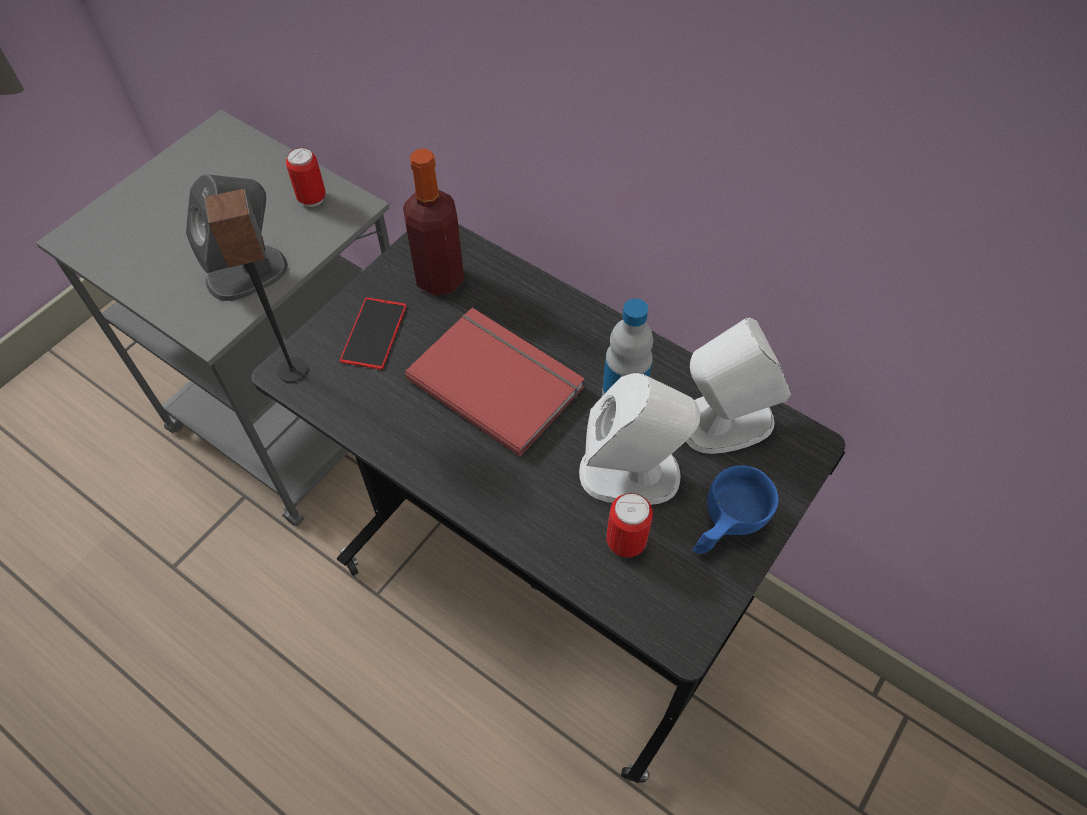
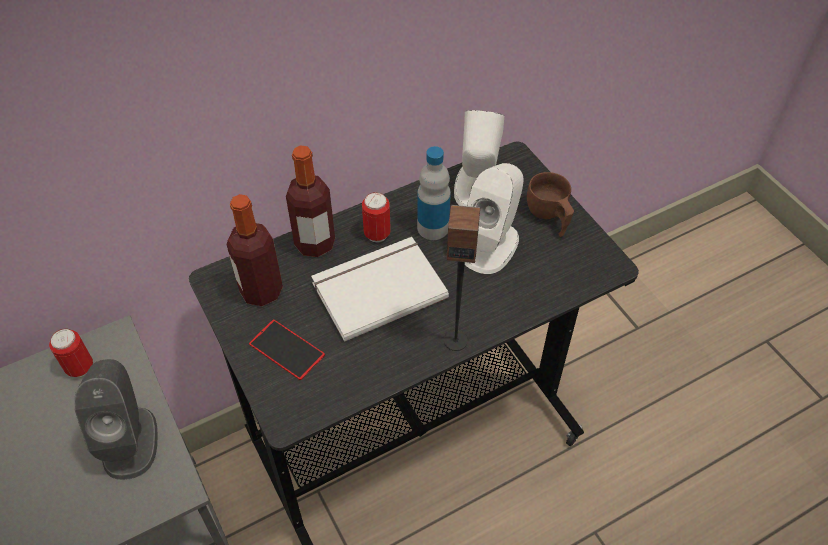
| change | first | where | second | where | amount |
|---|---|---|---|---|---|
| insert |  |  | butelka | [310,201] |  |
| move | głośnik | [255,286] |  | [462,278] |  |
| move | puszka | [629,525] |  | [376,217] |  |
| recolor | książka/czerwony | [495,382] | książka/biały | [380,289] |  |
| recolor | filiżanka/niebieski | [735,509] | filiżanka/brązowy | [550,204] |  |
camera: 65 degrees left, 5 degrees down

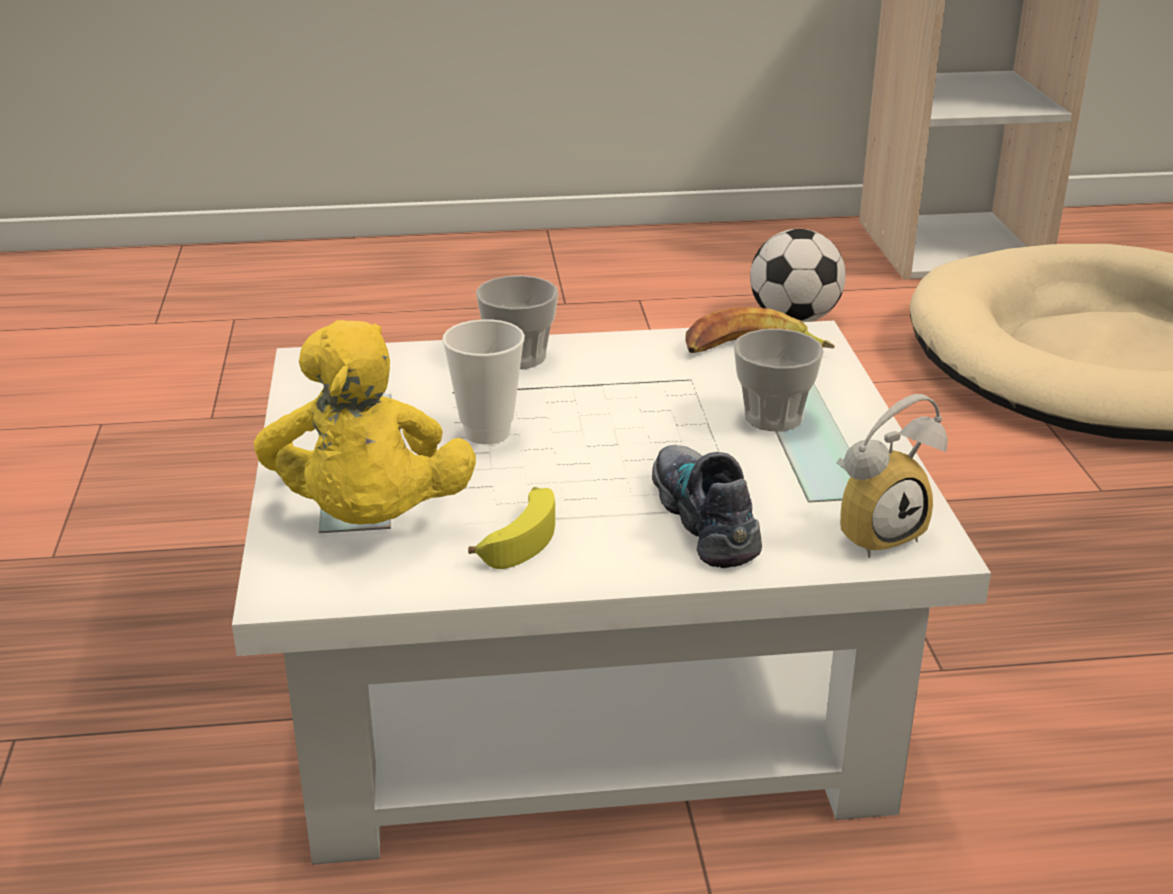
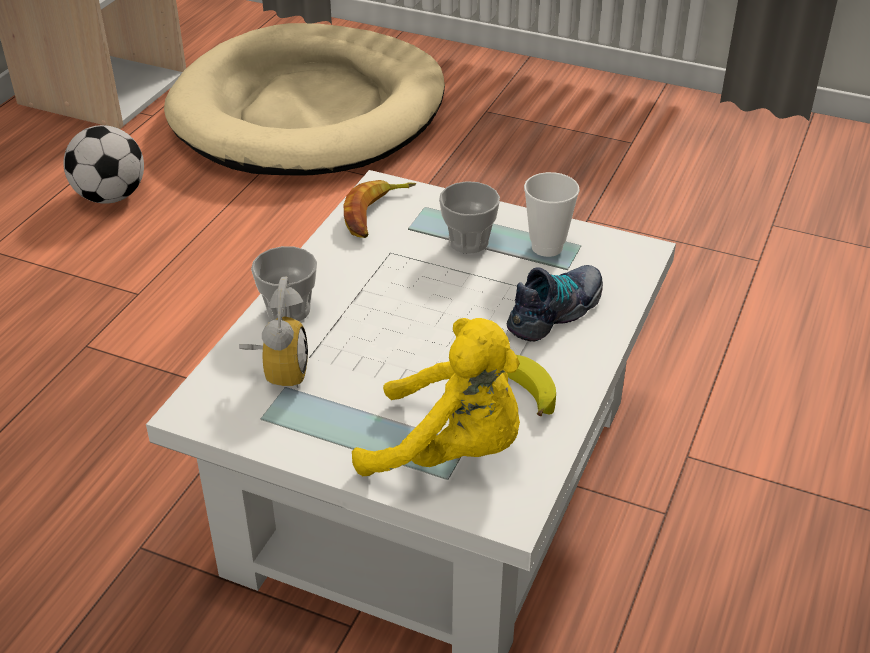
| change | first | where | second | where | amount |
|---|---|---|---|---|---|
| move | filiżanka | [483,381] |  | [552,214] |  |
| move | budzik | [892,476] |  | [273,332] |  |
| rotate | but | [707,506] |  | [555,303] | 120 degrees clockwise |
camera: 60 degrees left, 10 degrees up

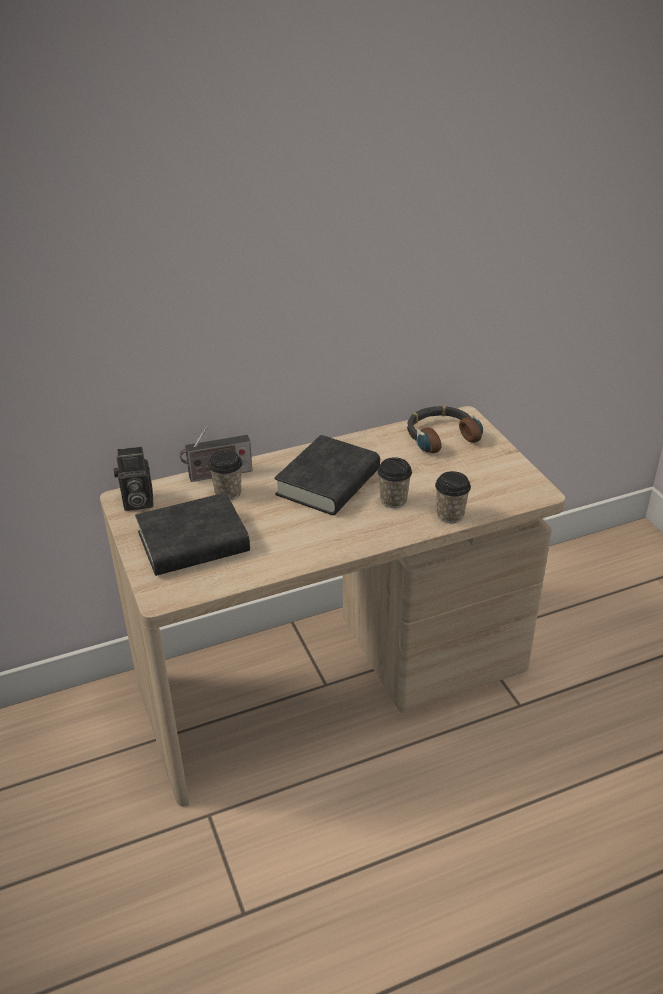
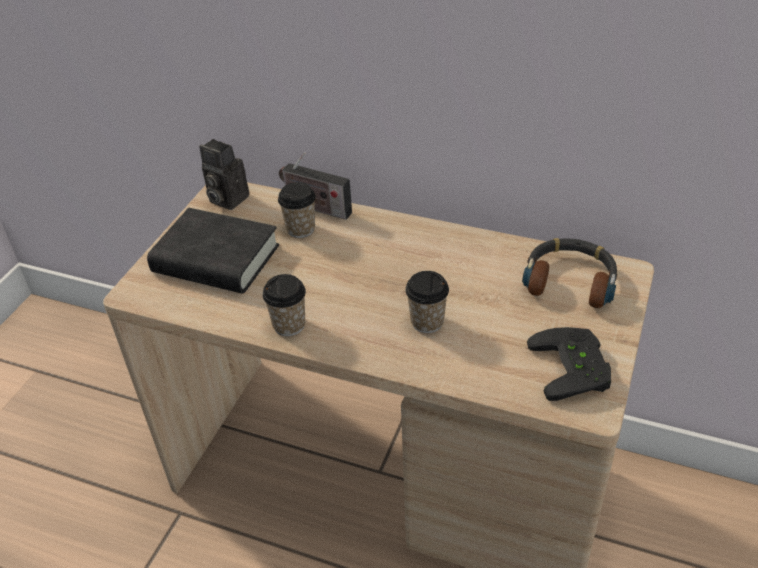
| change | first | where | second | where | amount |
|---|---|---|---|---|---|
| delete | książka/czarny | [327,475] |  |  |  |
| insert |  |  | pad do gier/czarny | [569,364] |  |
| move | filiżanka | [453,497] |  | [284,305] |  |
camera: 45 degrees right, 5 degrees up

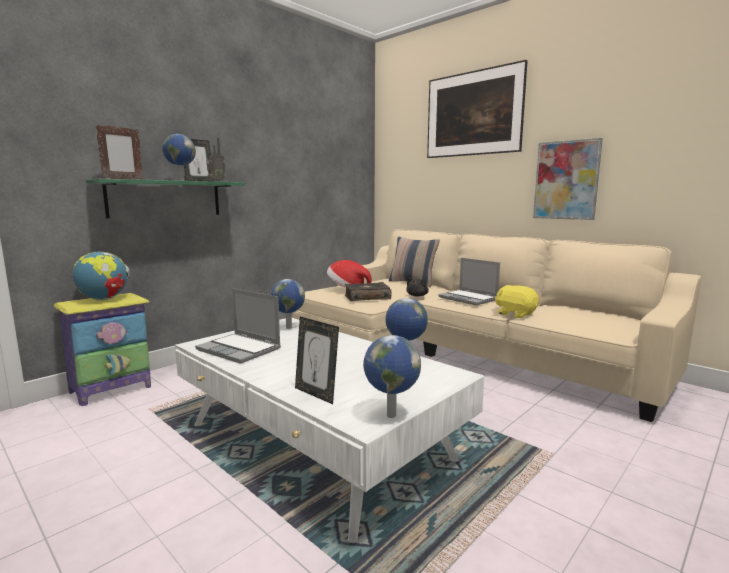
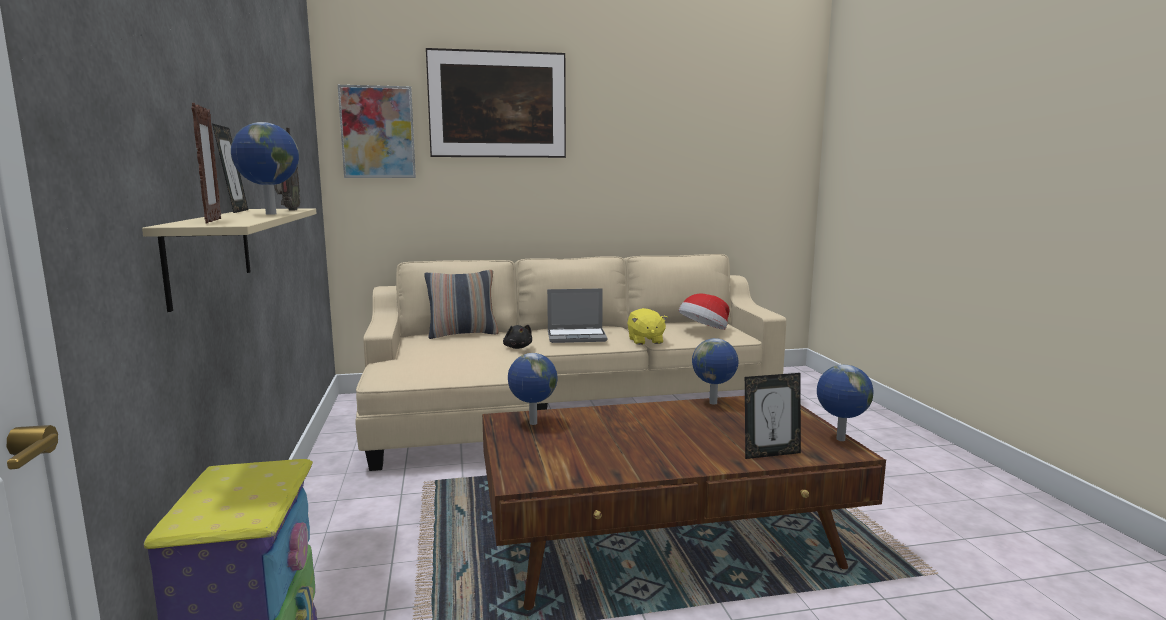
| change | first | where | second | where | amount |
|---|---|---|---|---|---|
| delete | globus | [101,276] |  |  |  |
| delete | laptop | [238,326] |  |  |  |
| delete | książka | [368,291] |  |  |  |
| move | kapelusz | [349,274] |  | [703,312] |  |
| move | obraz | [568,179] |  | [377,131] |  |
| recolor | półka/zielony | [165,198] | półka/beżowy | [229,260] |  |
| recolor | ława/biały | [329,430] | ława/brązowy | [684,503] |  |
| rotate | pluszak/żółty | [517,301] |  | [647,326] | 90 degrees counterclockwise |
camera: 55 degrees left, 0 degrees up

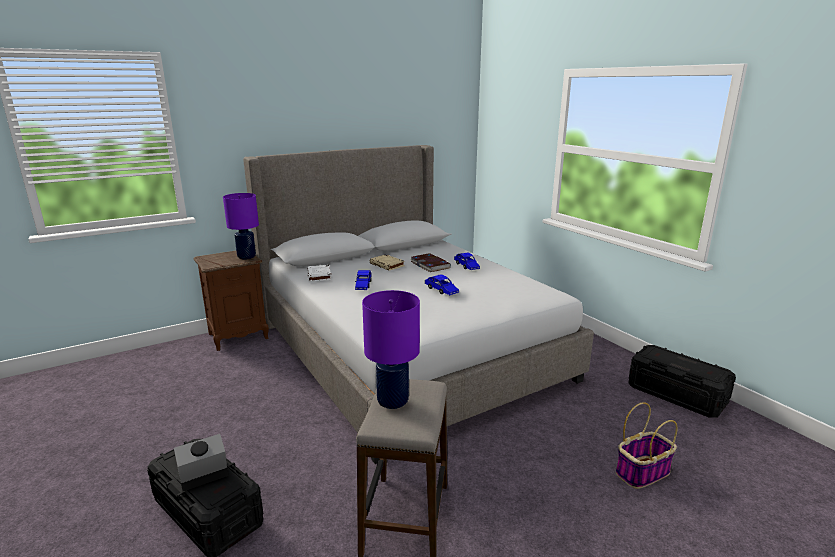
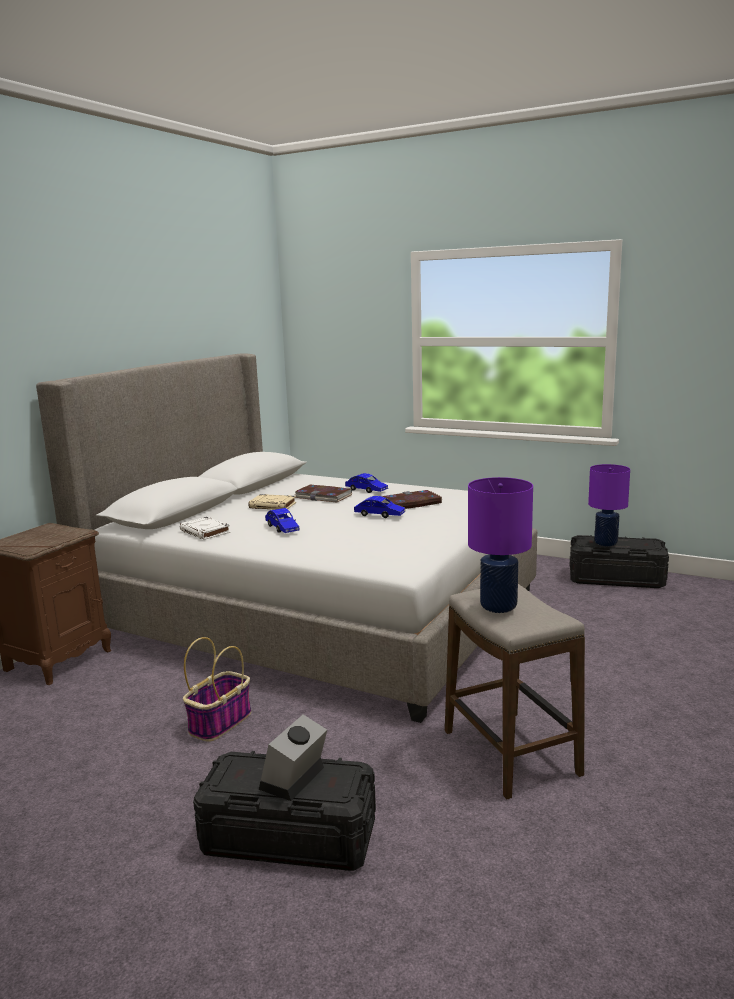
| change | first | where | second | where | amount |
|---|---|---|---|---|---|
| insert |  |  | książka | [412,499] |  |
| move | lampa stołowa/fioletowy | [241,226] |  | [609,505] |  |
| move | koszyk | [647,445] |  | [217,689] |  |
camera: 30 degrees left, 5 degrees down

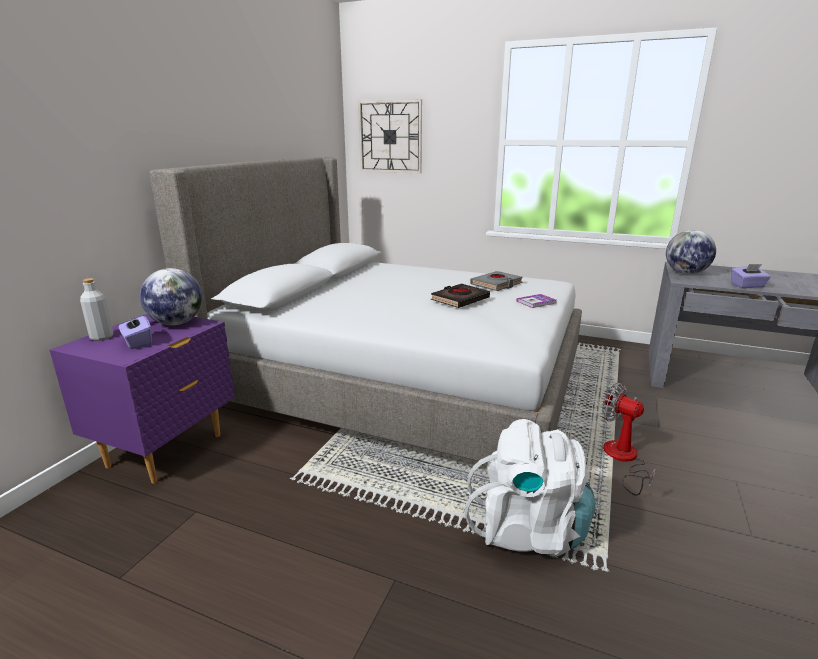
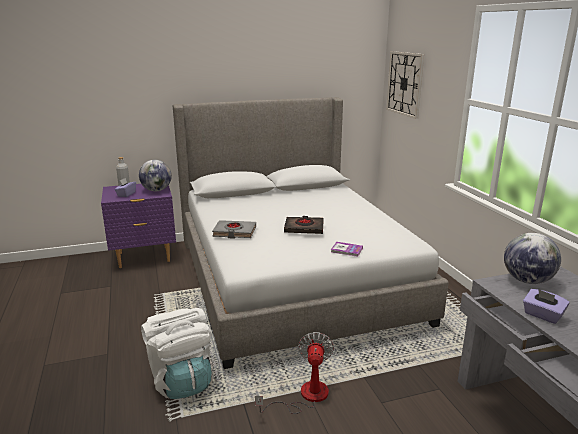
| change | first | where | second | where | amount |
|---|---|---|---|---|---|
| move | książka/szary | [496,281] |  | [234,229] |  |
camera: 50 degrees right, 0 degrees up

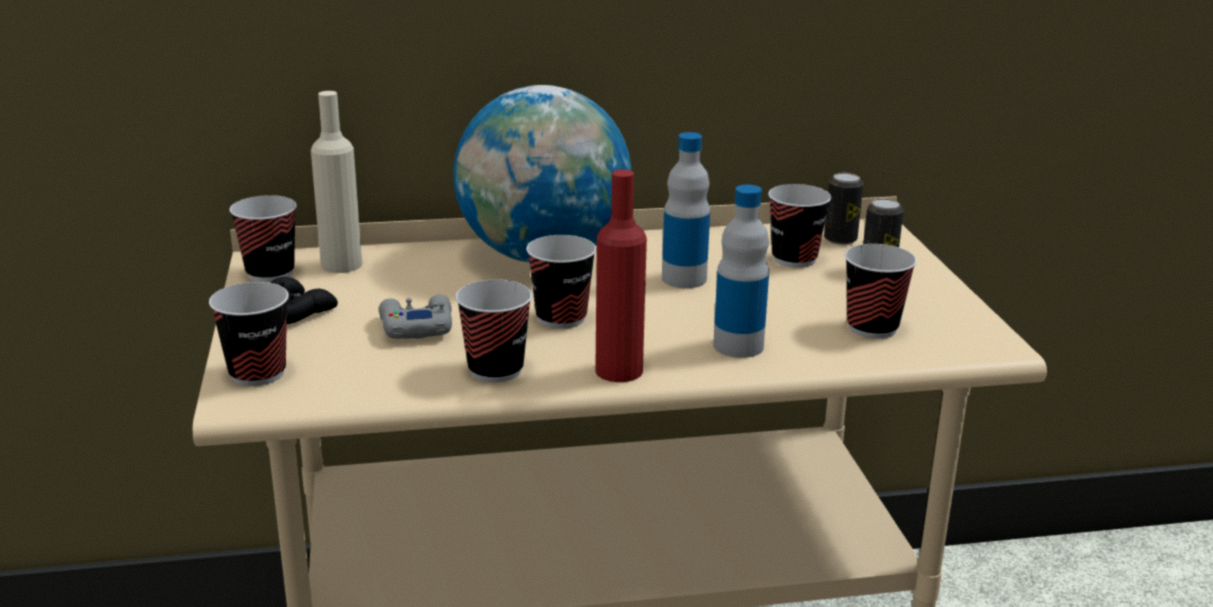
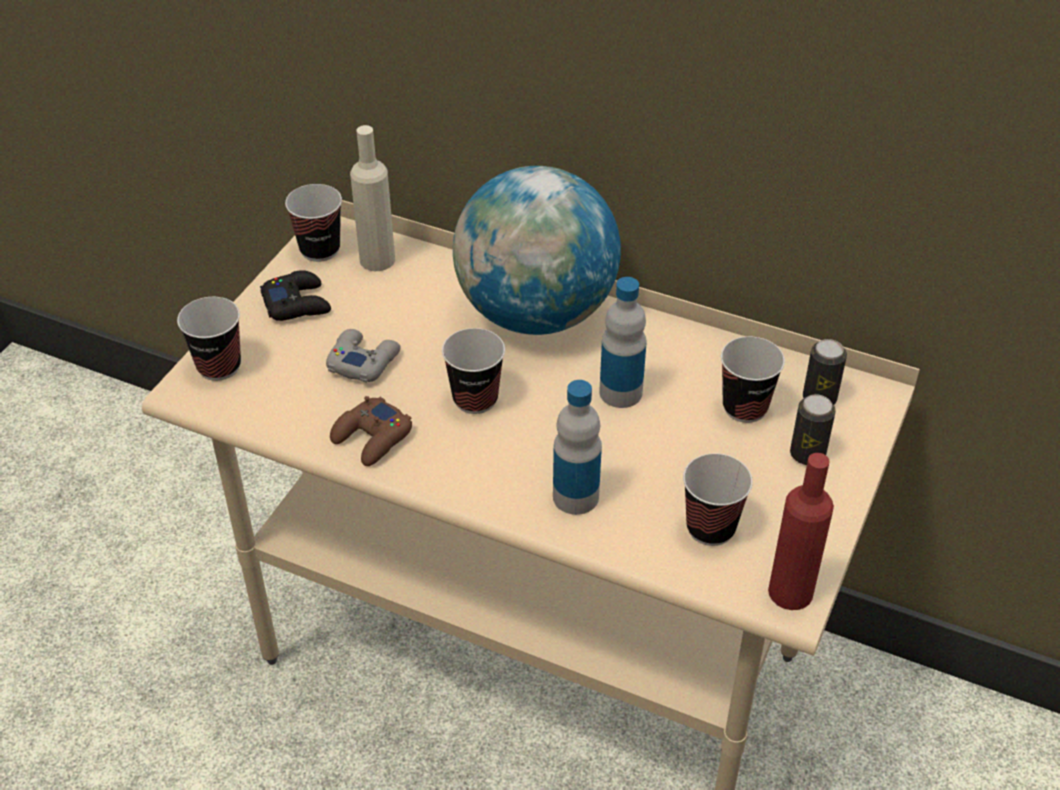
| change | first | where | second | where | amount |
|---|---|---|---|---|---|
| move | butelka/czerwony | [621,276] |  | [801,531] |  |
| replace | filiżanka | [494,331] | pad do gier/brązowy | [371,431] |  |
camera: 35 degrees right, 20 degrees up

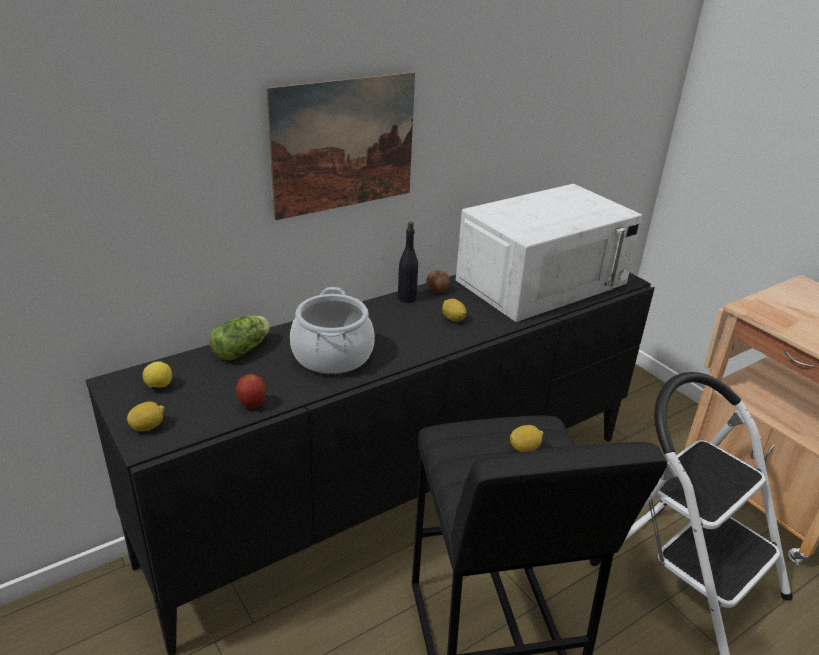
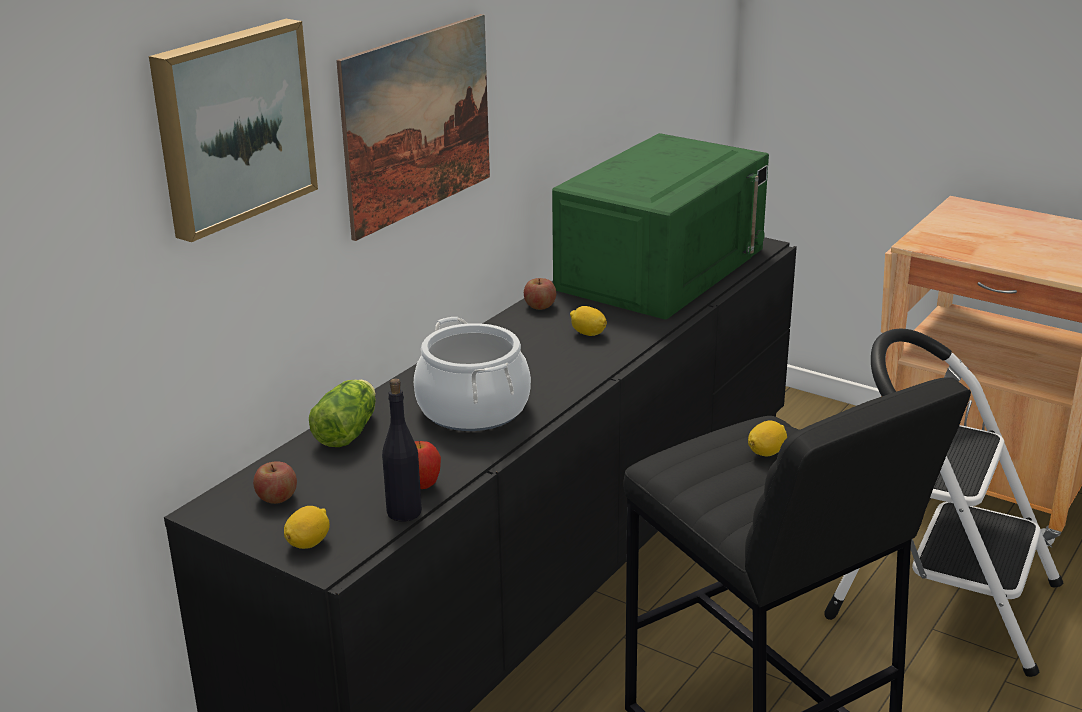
| change | first | where | second | where | amount |
|---|---|---|---|---|---|
| insert |  |  | obraz | [233,130] |  |
| move | butelka/czarny | [408,262] |  | [402,450] |  |
| replace | cytryna | [157,374] | jabłko | [275,482] |  |
| recolor | mikrofalówka/biały | [549,253] | mikrofalówka/zielony | [660,226] |  |
camera: 20 degrees left, 5 degrees down

